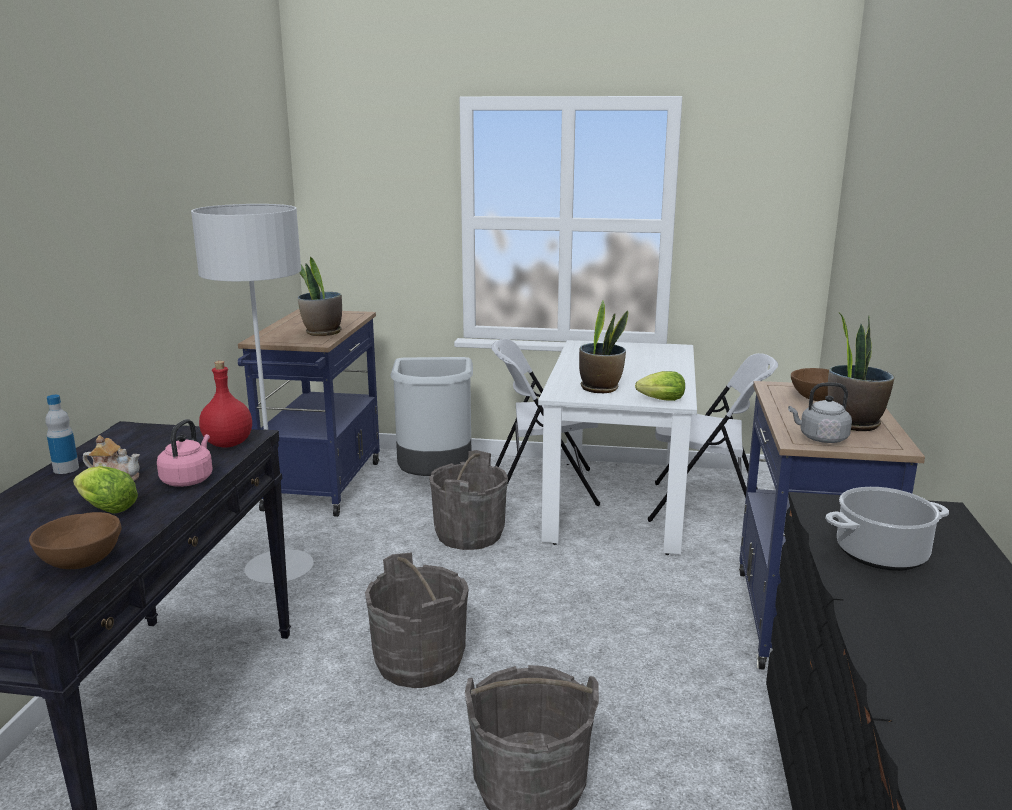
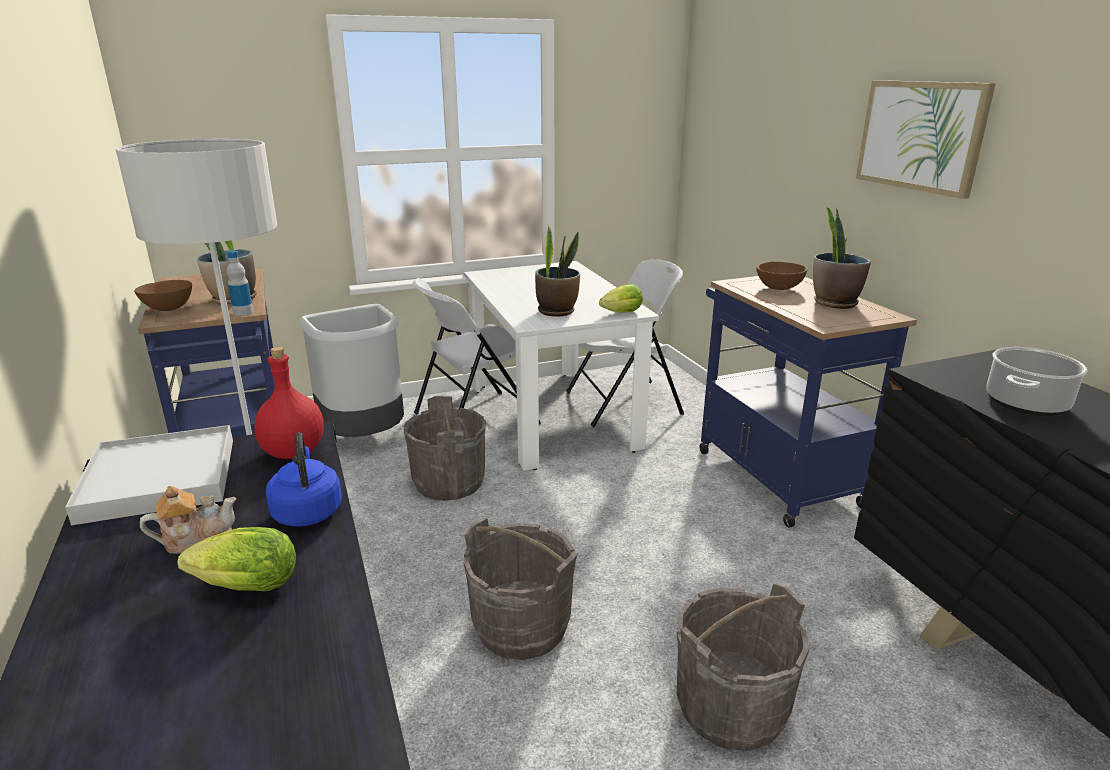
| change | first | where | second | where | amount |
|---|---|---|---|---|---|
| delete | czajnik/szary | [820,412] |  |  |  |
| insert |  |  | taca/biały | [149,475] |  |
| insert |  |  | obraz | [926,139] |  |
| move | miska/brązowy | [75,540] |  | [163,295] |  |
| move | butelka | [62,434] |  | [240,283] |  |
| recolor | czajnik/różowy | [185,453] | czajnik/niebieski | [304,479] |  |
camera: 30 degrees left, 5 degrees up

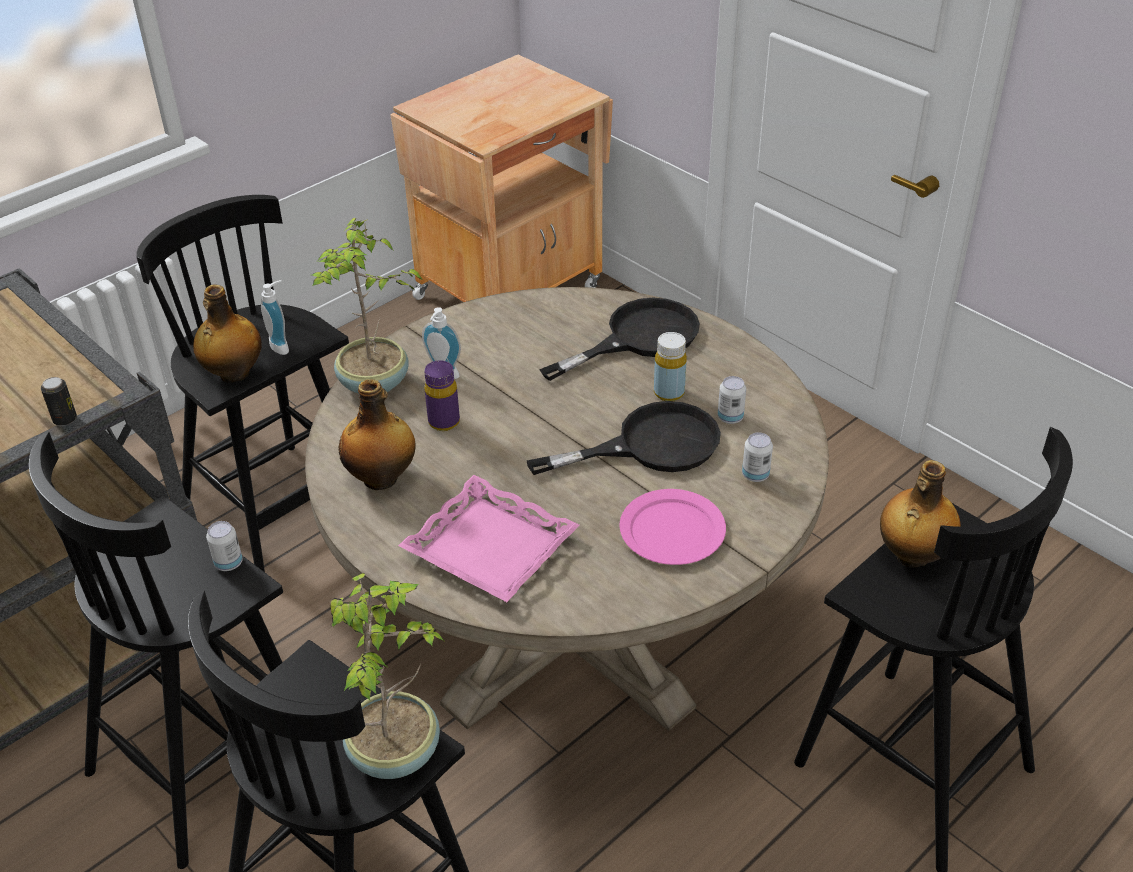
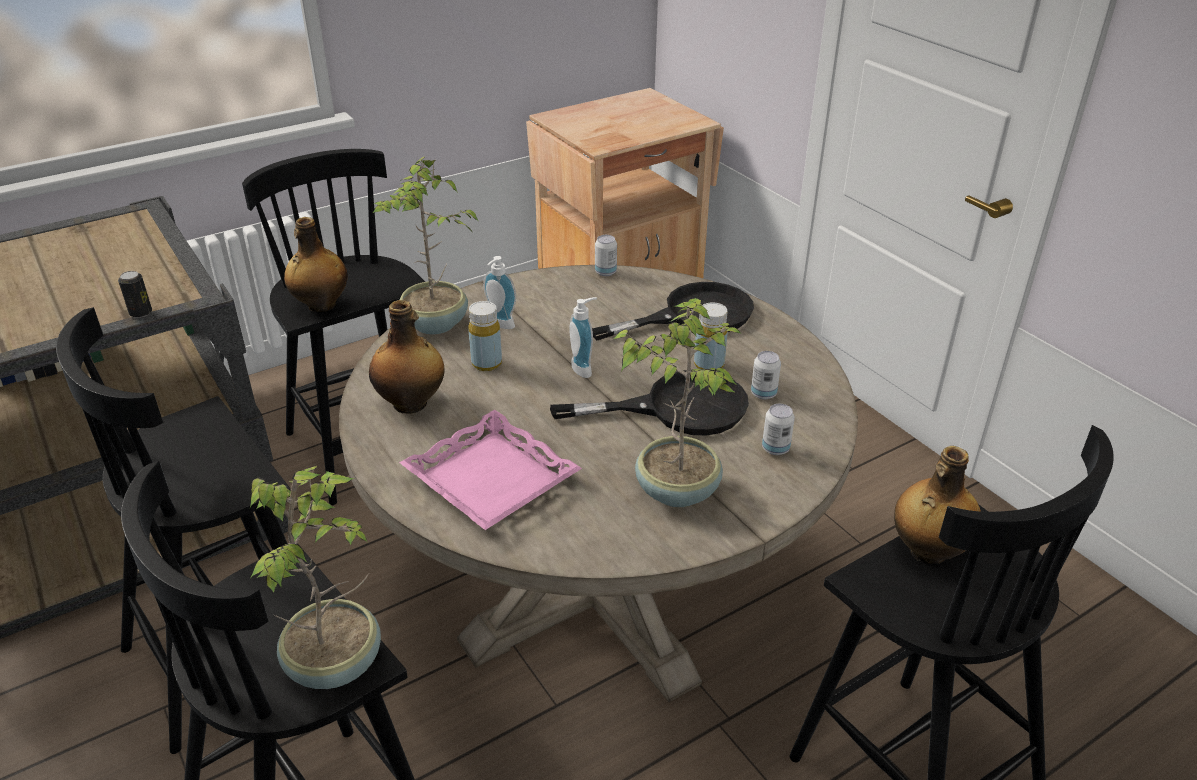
| change | first | where | second | where | amount |
|---|---|---|---|---|---|
| move | puszka | [224,546] |  | [606,255] |  |
| move | dozownik mydła | [275,317] |  | [583,337] |  |
| replace | talerz/różowy | [673,527] | roślina doniczkowa | [676,402] |  |
| recolor | butelka/fioletowy | [442,395] | butelka/żółty | [485,336] |  |
camera: 10 degrees right, 5 degrees down

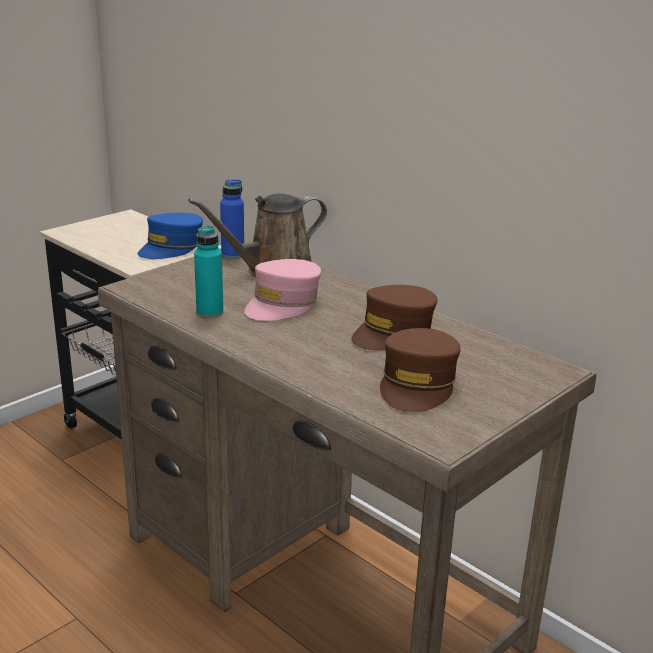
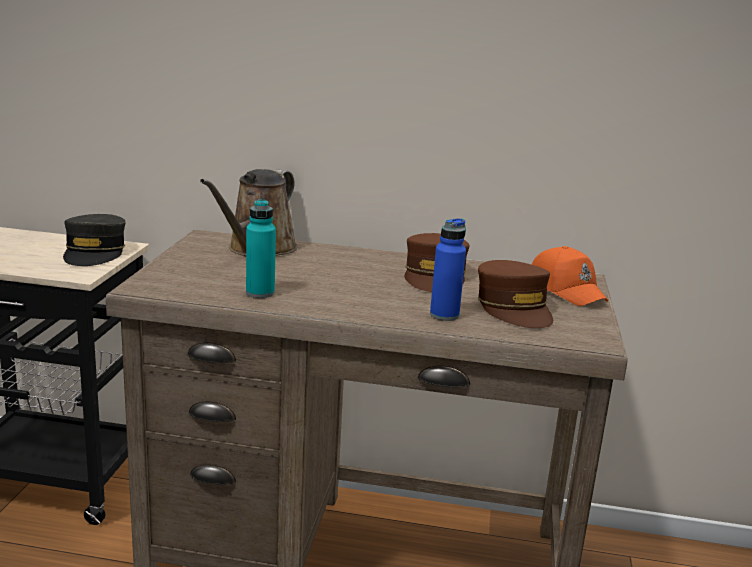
| change | first | where | second | where | amount |
|---|---|---|---|---|---|
| delete | czapka z daszkiem/różowy | [282,290] |  |  |  |
| insert |  |  | czapka z daszkiem/pomarańczowy | [569,276] |  |
| move | butelka/niebieski | [232,219] |  | [448,269] |  |
| recolor | czapka z daszkiem/niebieski | [170,236] | czapka z daszkiem/szary | [94,240] |  |
camera: 35 degrees left, 5 degrees down

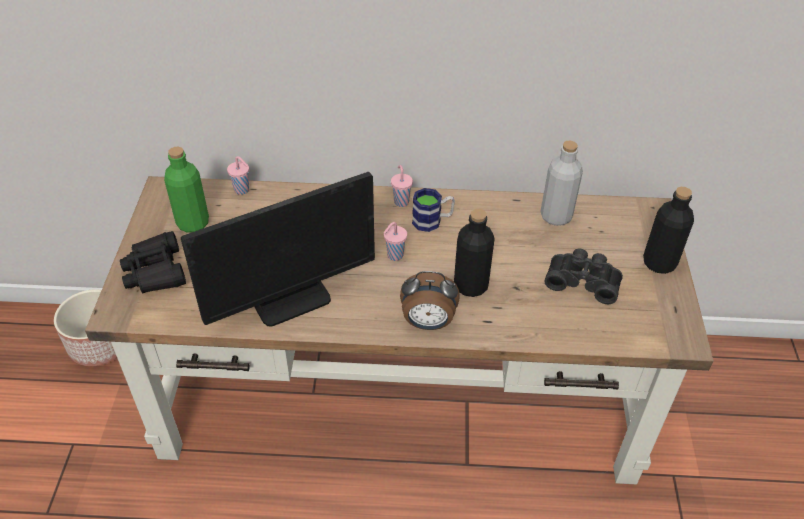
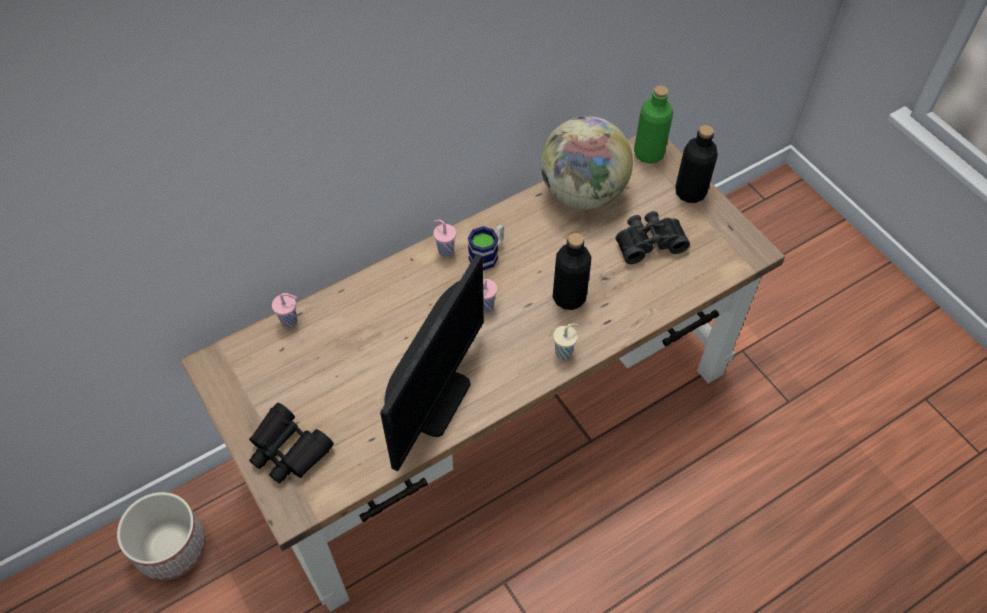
| change | first | where | second | where | amount |
|---|---|---|---|---|---|
| move | butelka/zielony | [186,190] |  | [653,124] |  |
| replace | budzik | [430,300] | filiżanka/beżowy | [566,341] |  |
| replace | butelka/szary | [561,183] | globus | [586,162] |  |
camera: 35 degrees left, 10 degrees up

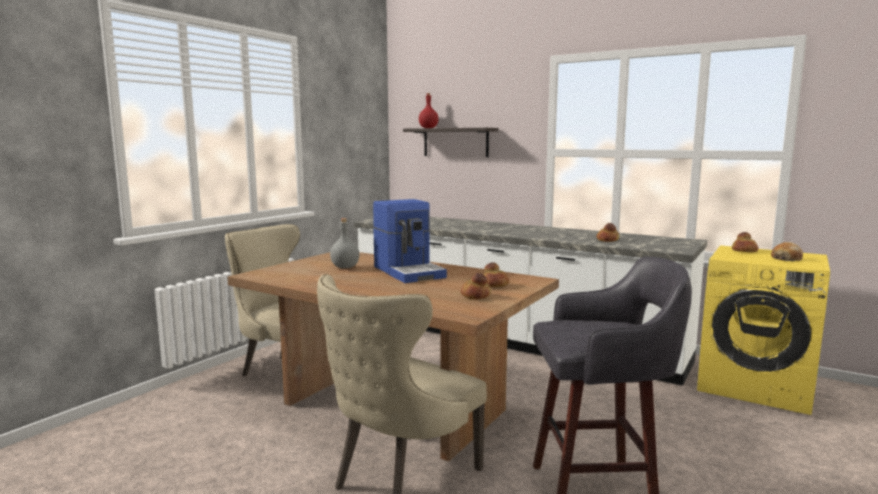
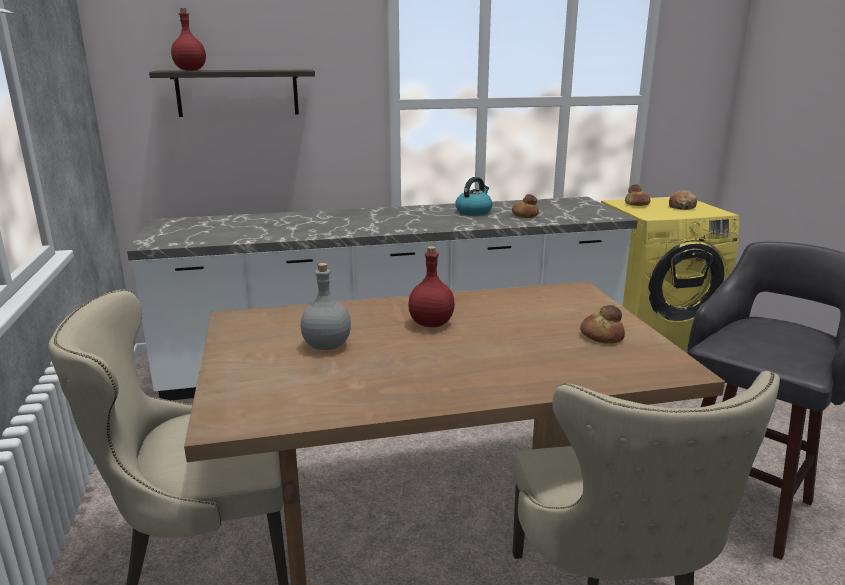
| change | first | where | second | where | amount |
|---|---|---|---|---|---|
| delete | chleb | [496,274] |  |  |  |
| insert |  |  | czajnik | [474,196] |  |
| replace | ekspres do kawy | [410,241] | butelka/czerwony | [431,286] |  |
camera: 45 degrees left, 10 degrees up

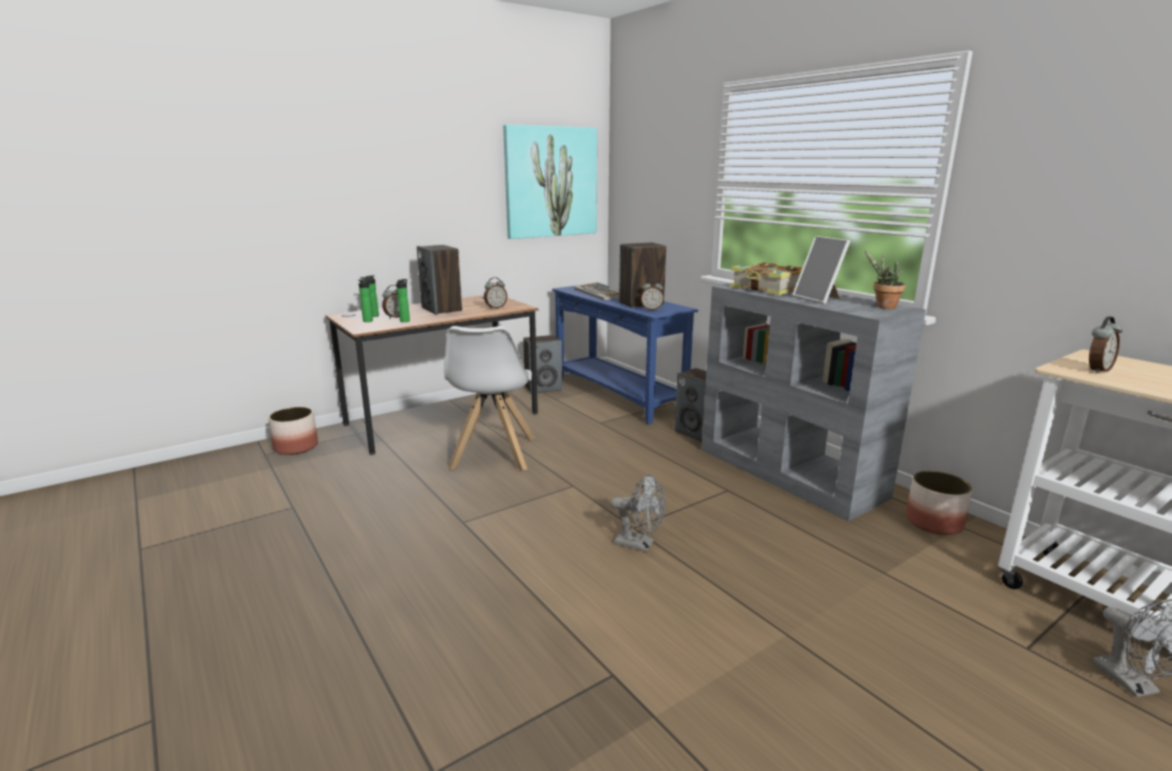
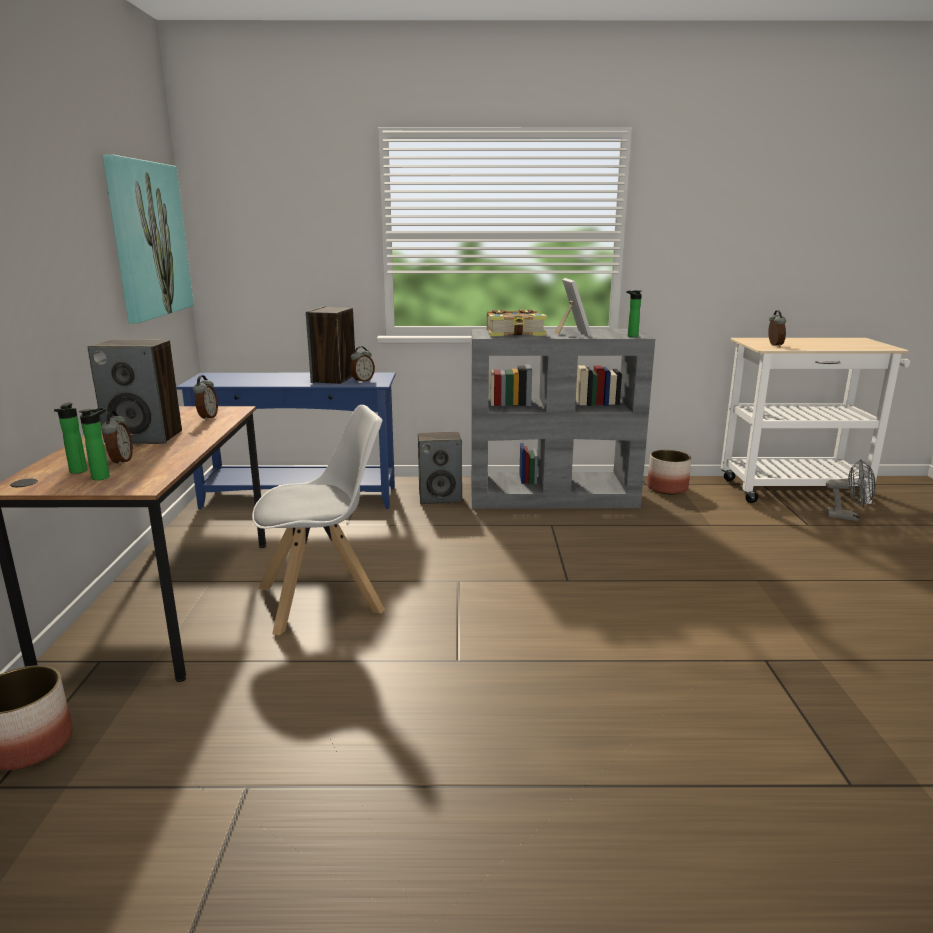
| change | first | where | second | where | amount |
|---|---|---|---|---|---|
| delete | głośnik | [542,364] |  |  |  |
| delete | klawiatura | [596,291] |  |  |  |
| delete | wentylator/szary | [637,513] |  |  |  |
| delete | roślina doniczkowa | [885,280] |  |  |  |
| move | butelka | [403,300] |  | [634,313] |  |
| rotate | krzesło | [489,398] |  | [318,520] | 60 degrees counterclockwise |
| rotate | ramka na zdjęcie | [821,270] |  | [573,307] | 105 degrees counterclockwise |
camera: 55 degrees left, 0 degrees up

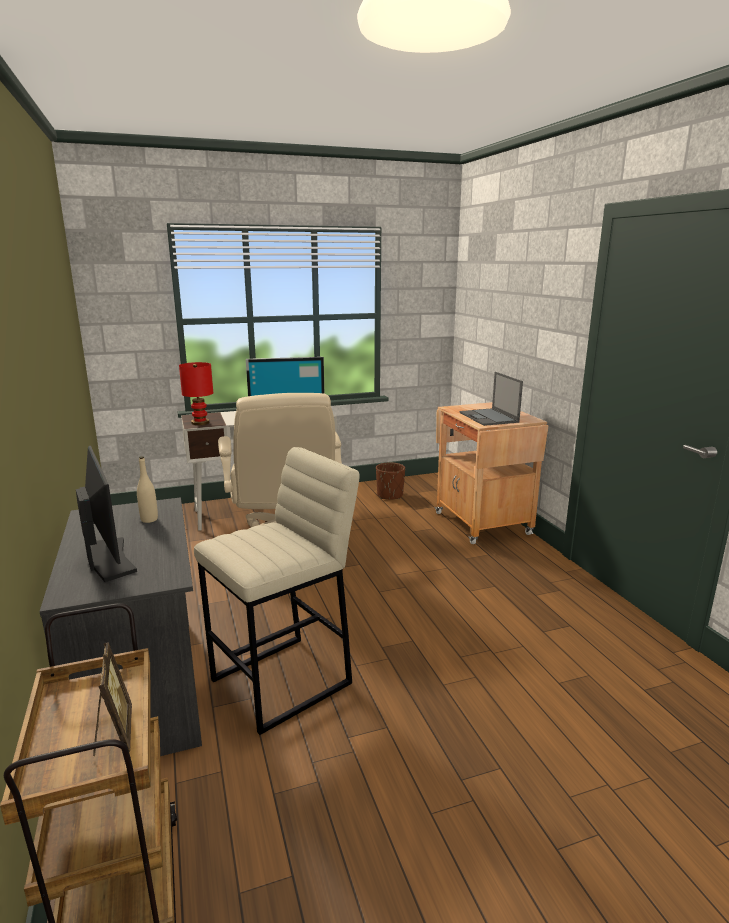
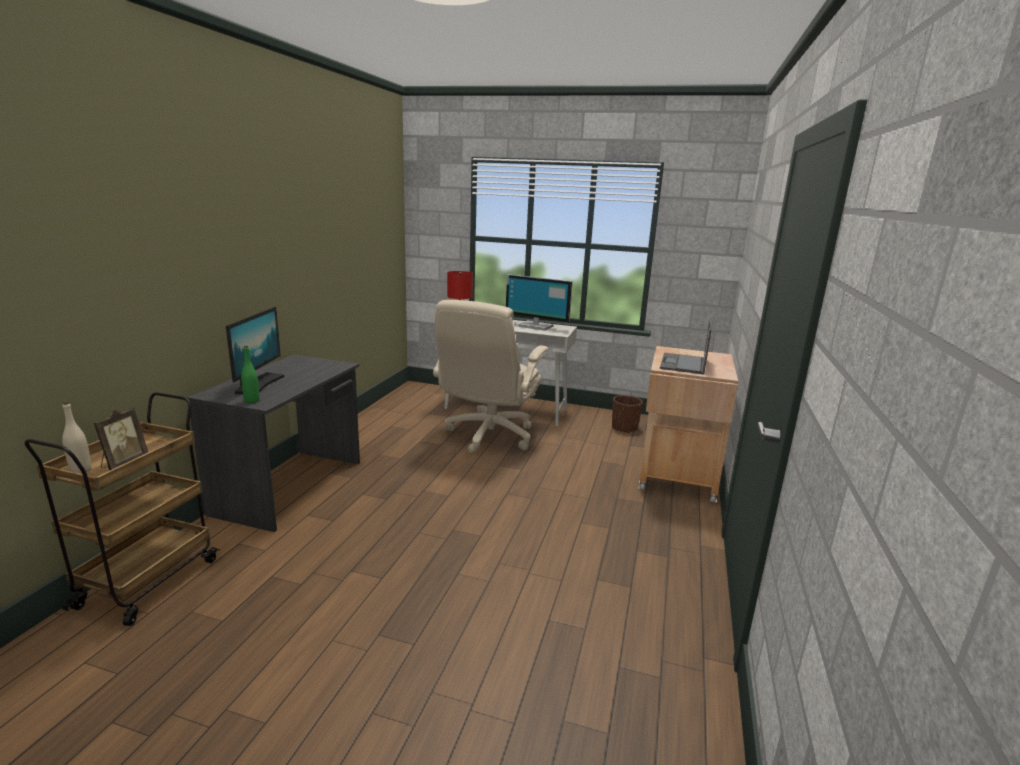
| change | first | where | second | where | amount |
|---|---|---|---|---|---|
| delete | stołek/beżowy | [277,591] |  |  |  |
| insert |  |  | butelka/zielony | [250,374] |  |
| move | butelka/beżowy | [147,489] |  | [77,437] |  |
camera: 35 degrees right, 0 degrees up

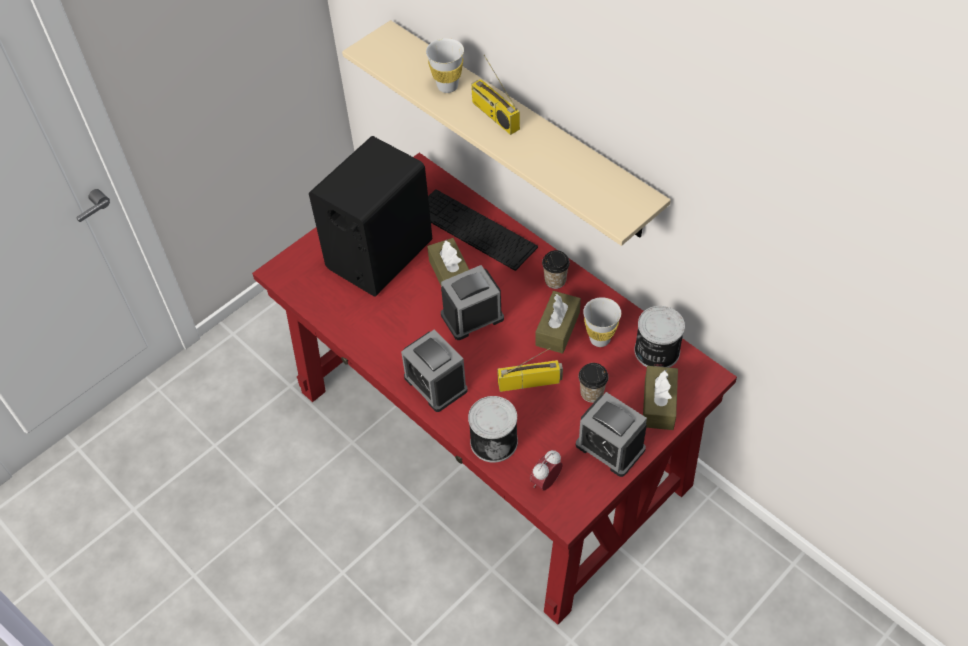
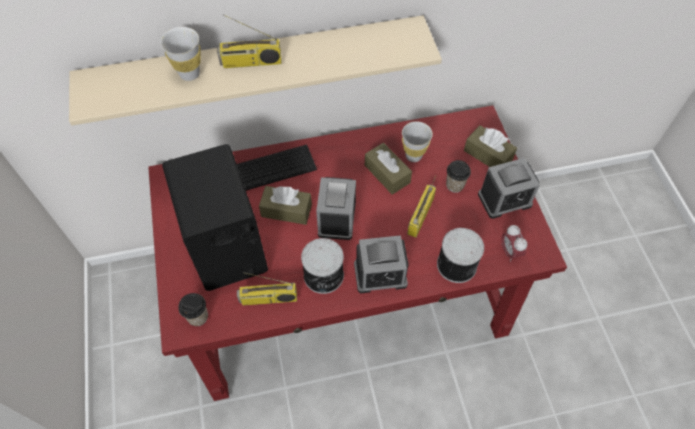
| change | first | where | second | where | amount |
|---|---|---|---|---|---|
| insert |  |  | radio | [267,289] |  |
| move | filiżanka | [556,269] |  | [193,309] |  |
| move | puszka | [659,337] |  | [322,266] |  |
camera: 60 degrees left, 5 degrees up

